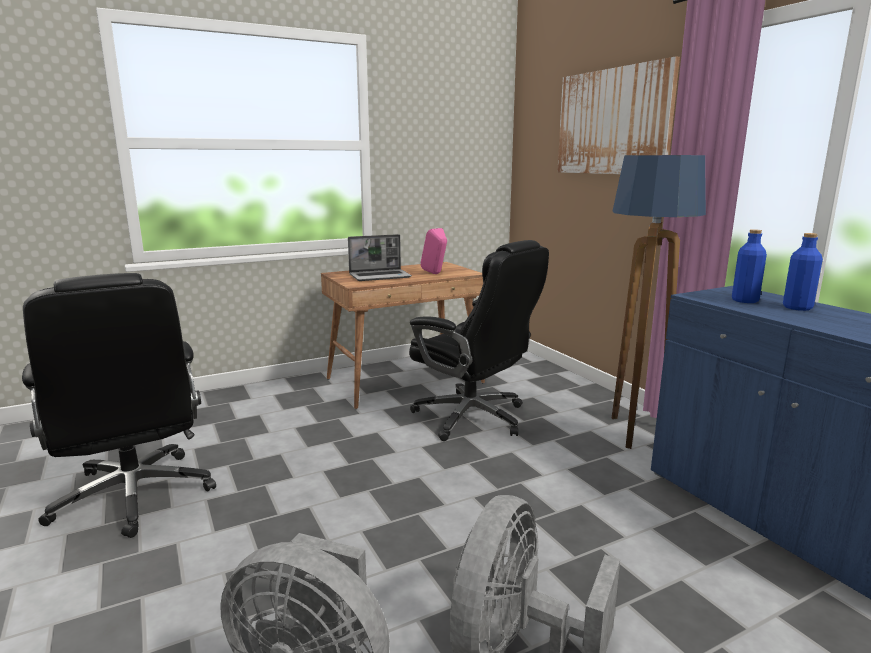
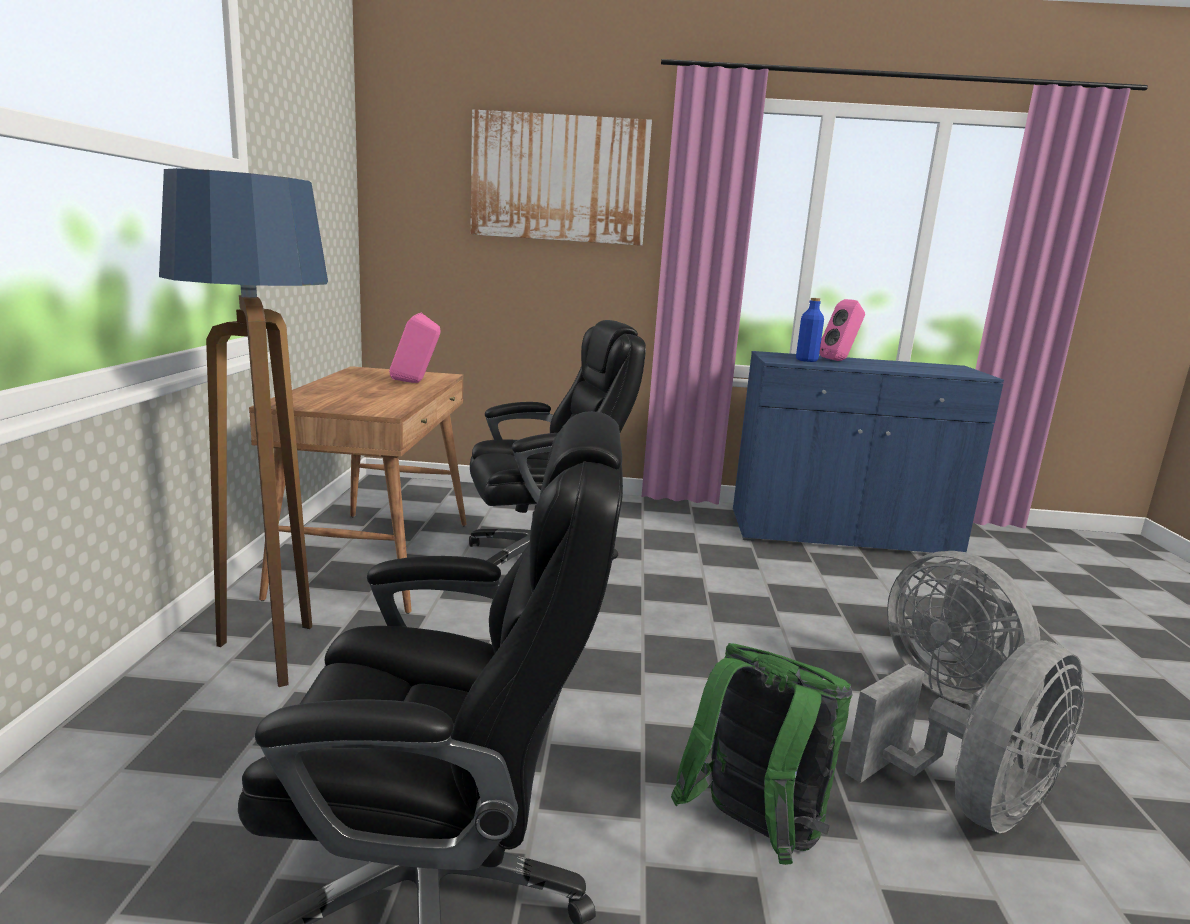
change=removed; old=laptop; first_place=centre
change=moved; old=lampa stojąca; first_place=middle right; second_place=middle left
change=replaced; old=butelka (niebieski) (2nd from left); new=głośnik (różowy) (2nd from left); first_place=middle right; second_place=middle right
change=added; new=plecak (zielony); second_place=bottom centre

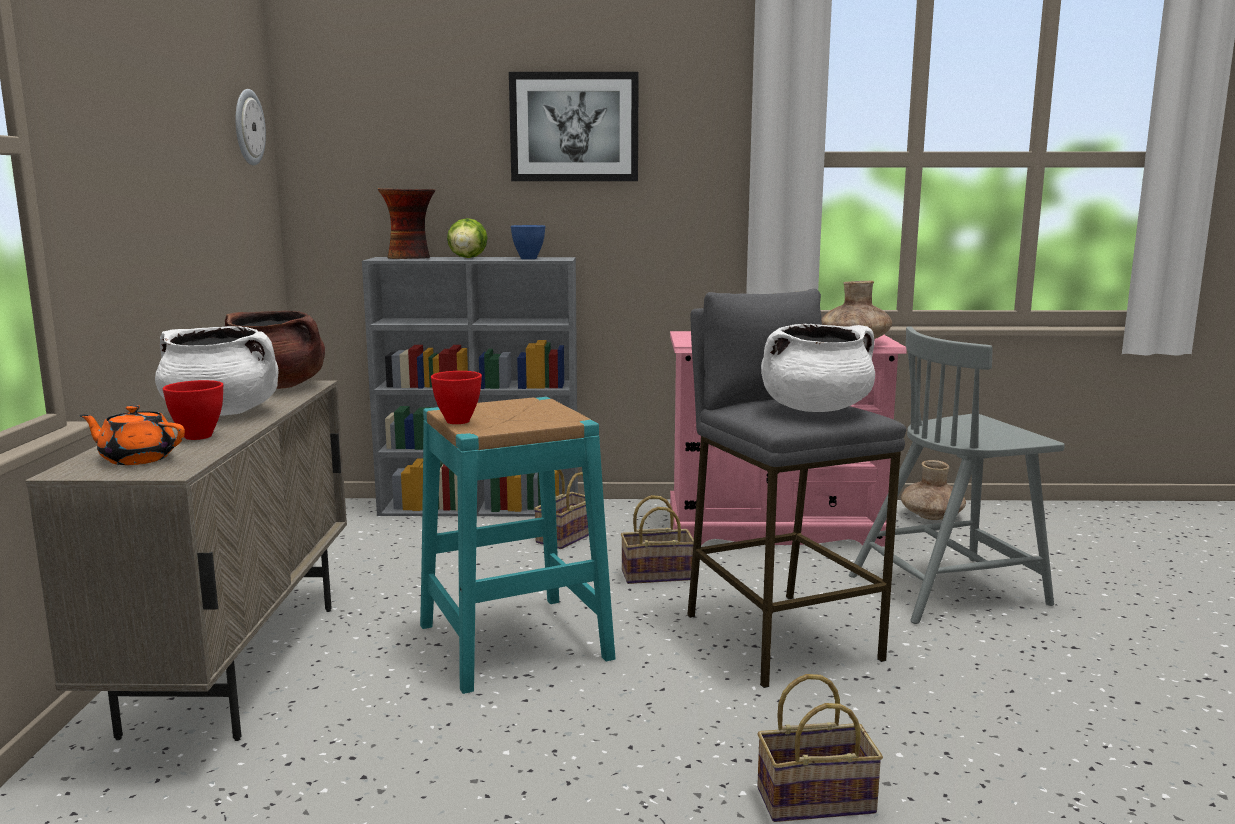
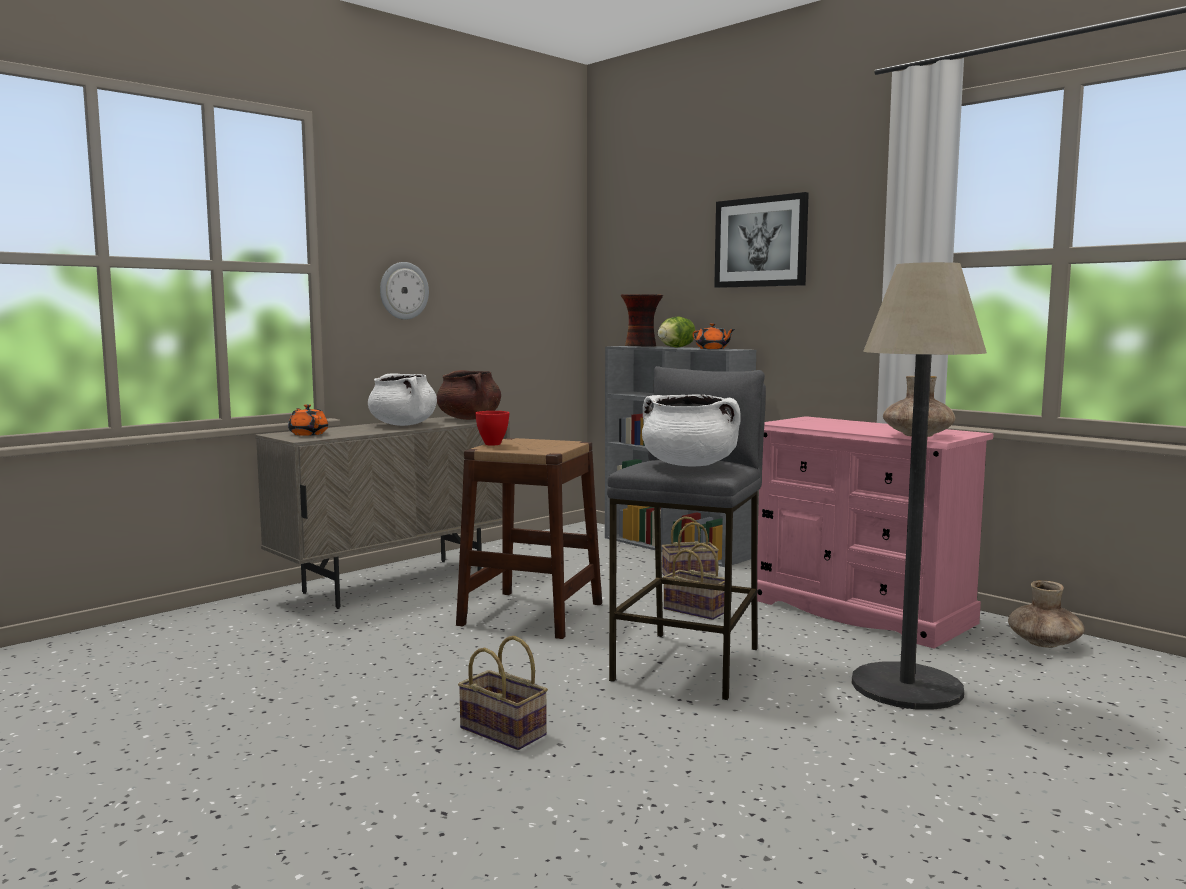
change=removed; old=miska (czerwony) (1st from left); first_place=middle left
change=moved; old=zegar ścienny; first_place=top left; second_place=top centre
change=recoloured; old=stołek (turkusowy); new=stołek (brązowy); first_place=centre; second_place=centre
change=replaced; old=miska (niebieski); new=imbryk (pomarańczowy) (2nd from left); first_place=top centre; second_place=centre
change=replaced; old=krzesło (szary); new=lampa stojąca; first_place=middle right; second_place=middle right

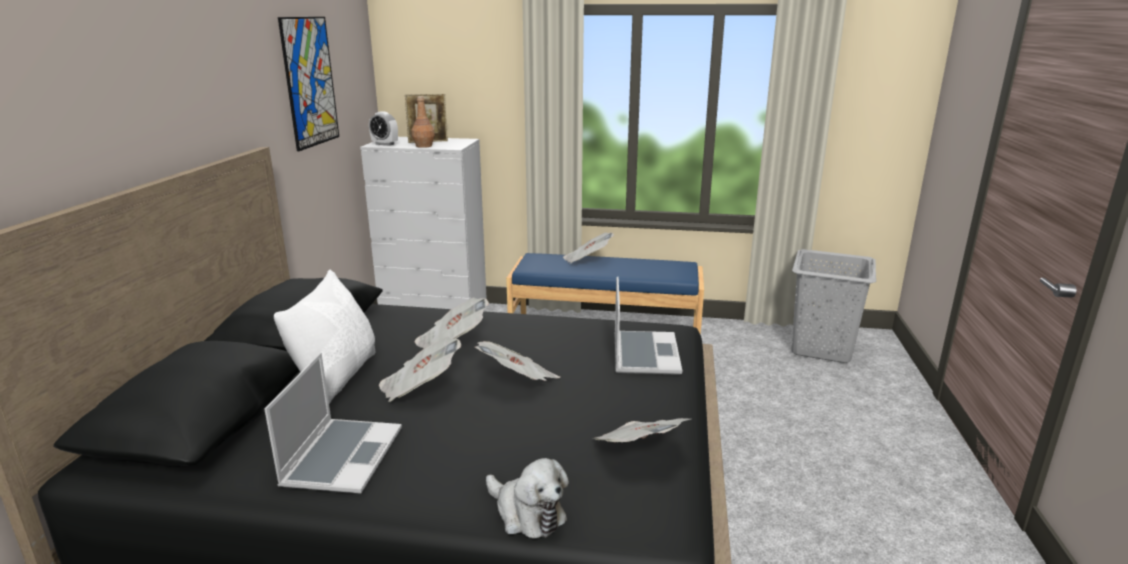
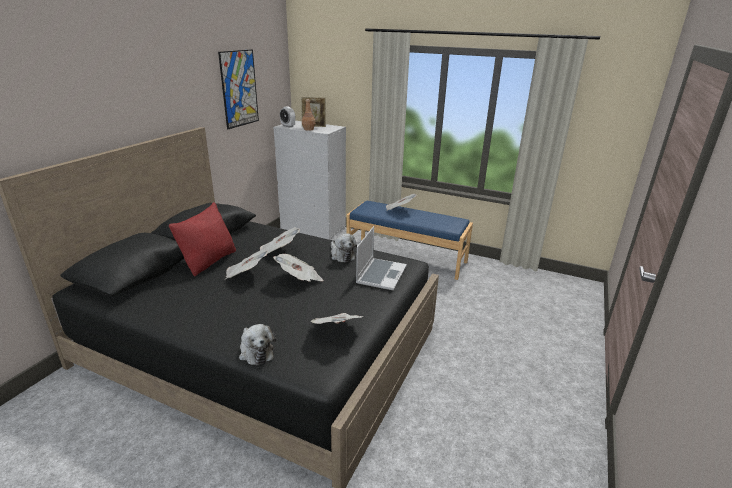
change=removed; old=laptop (1st from left); first_place=bottom left
change=recoloured; old=poduszka (biały); new=poduszka (czerwony); first_place=middle left; second_place=middle left
change=removed; old=kosz na pranie (szary); first_place=middle right
change=added; new=pluszak (2nd from left); second_place=centre

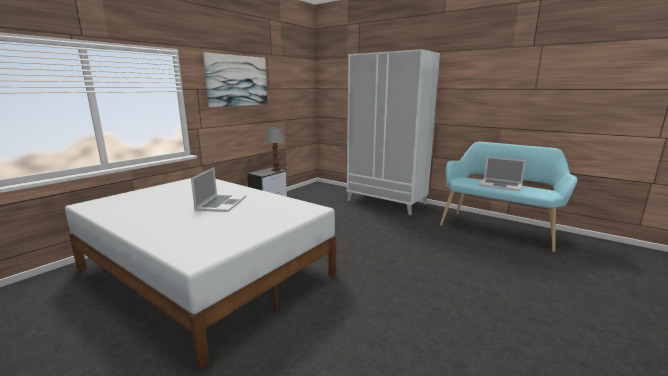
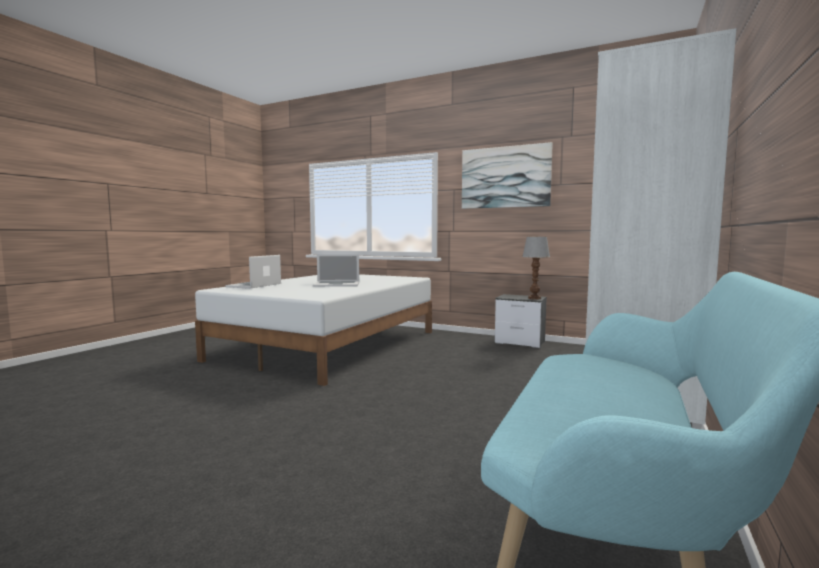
change=moved; old=laptop (2nd from left in the first image); new=laptop (1st from left); first_place=middle right; second_place=middle left

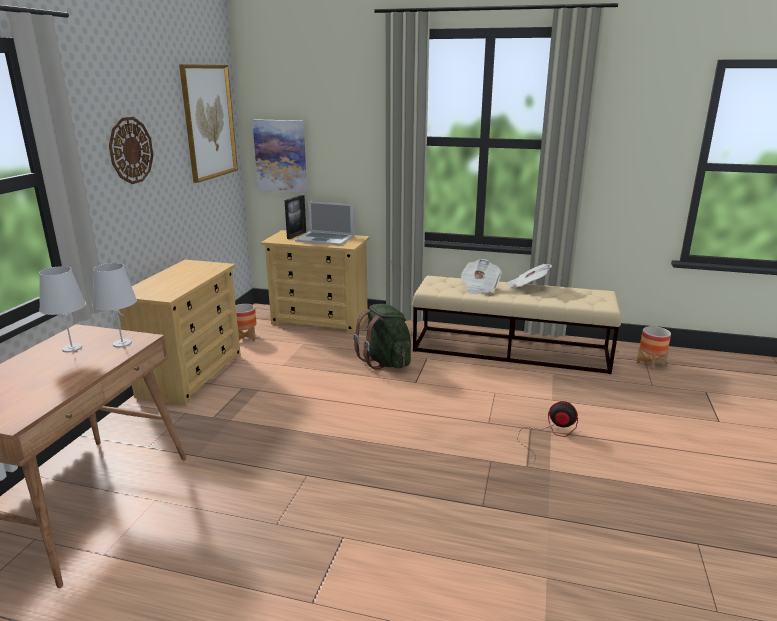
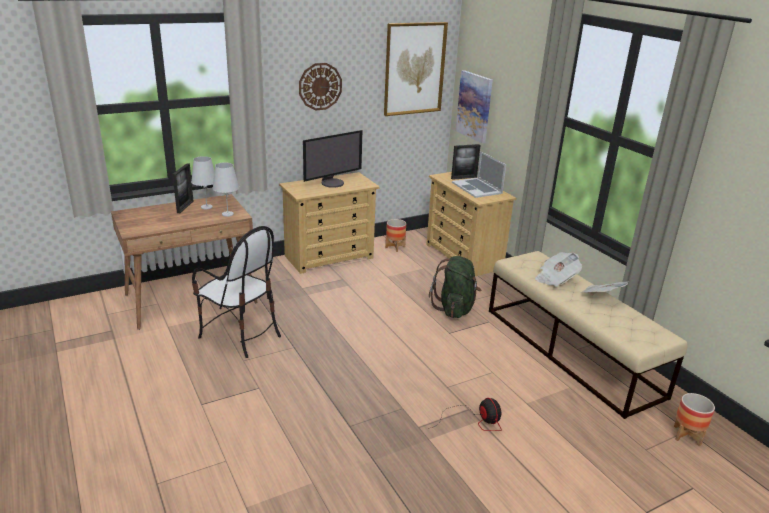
change=added; new=ramka na zdjęcie (1st from left); second_place=middle left
change=added; new=krzesło; second_place=middle left
change=added; new=monitor; second_place=top centre

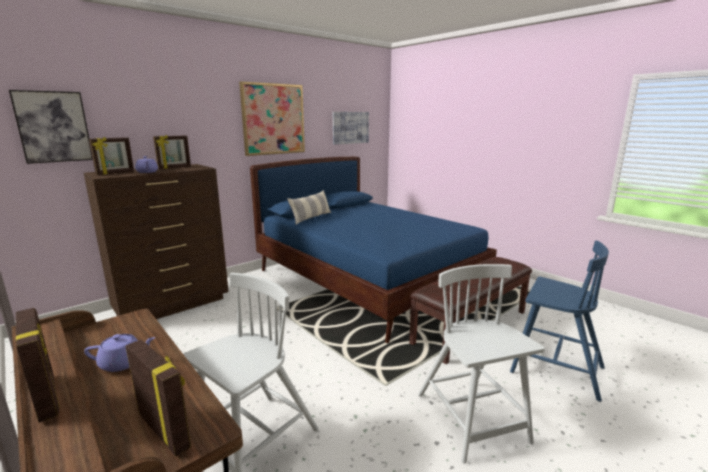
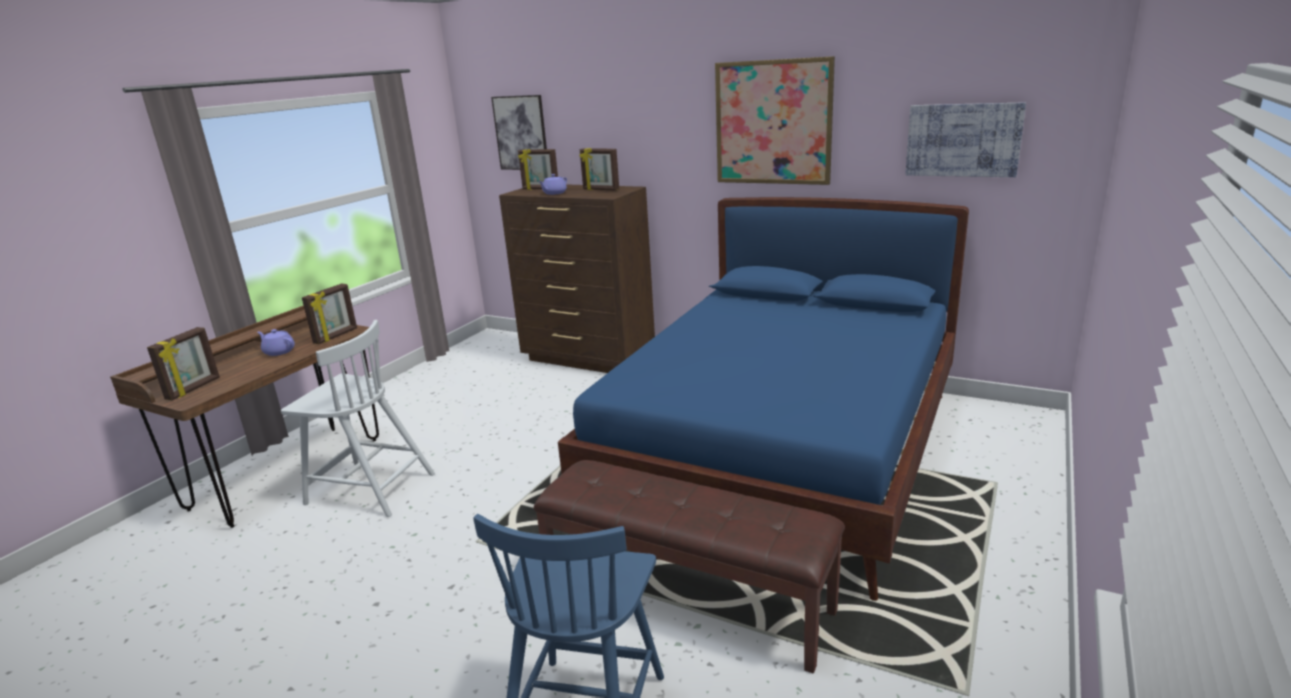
change=moved; old=ramka na zdjęcie (1st from left in the first image); new=ramka na zdjęcie (2nd from left); first_place=bottom left; second_place=middle left
change=turned; old=imbryk (fioletowy) (1st from left); first_place=bottom left; second_place=middle left; degrees=150
change=removed; old=poduszka; first_place=centre
change=removed; old=krzesło (biały) (2nd from left); first_place=bottom right

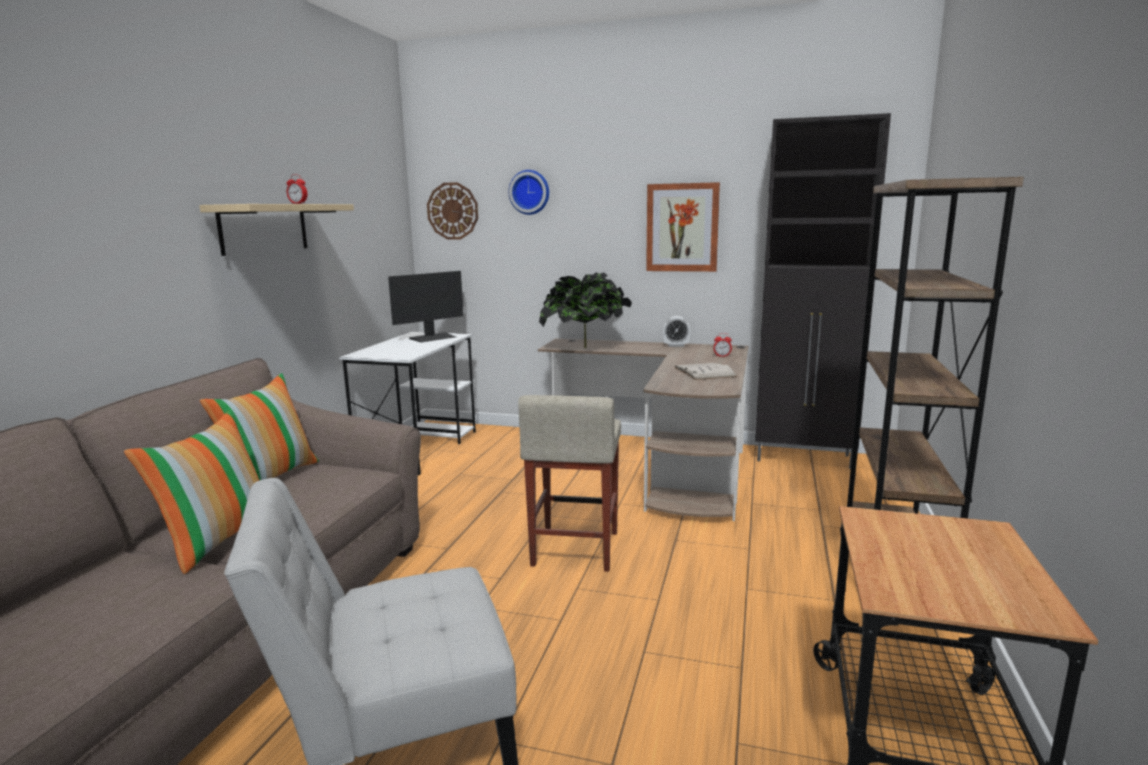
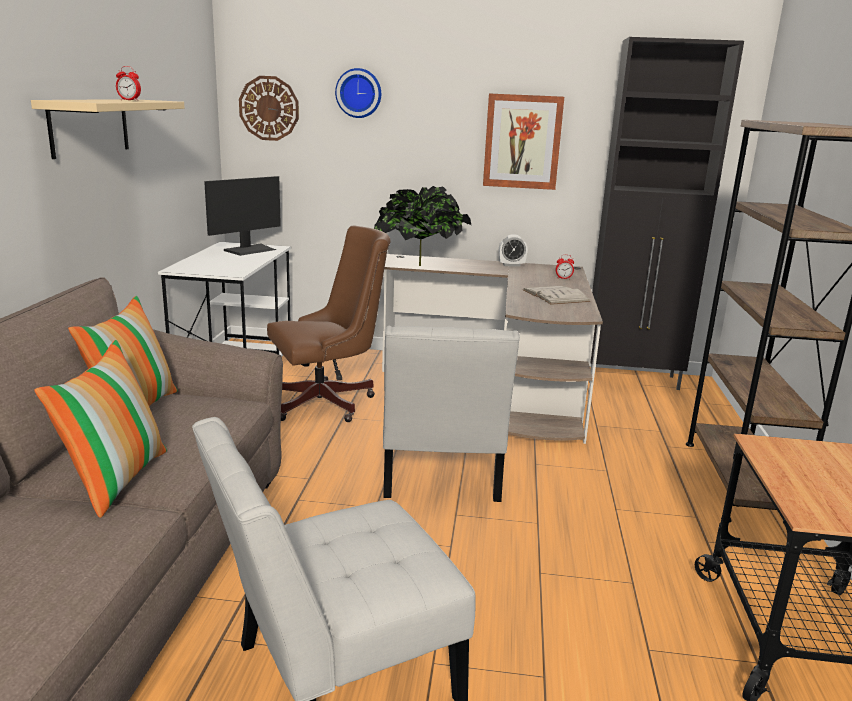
change=replaced; old=stołek (beżowy); new=krzesło (biały) (2nd from left); first_place=centre; second_place=centre
change=added; new=krzesło biurowe (brązowy); second_place=centre

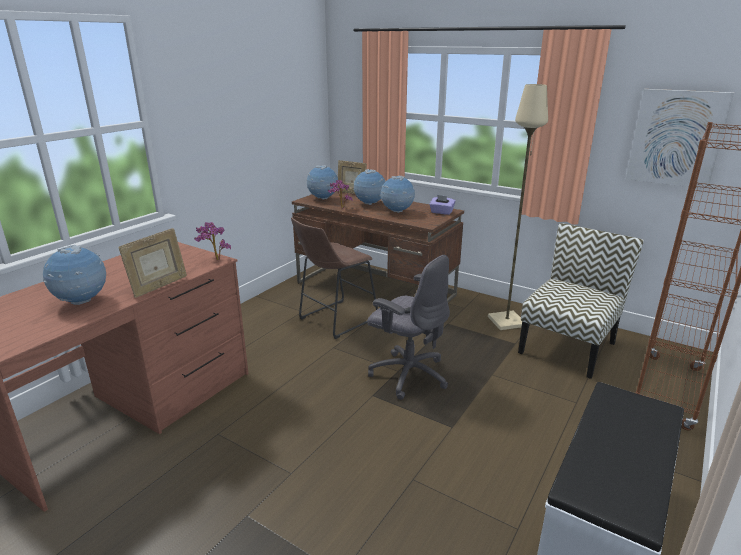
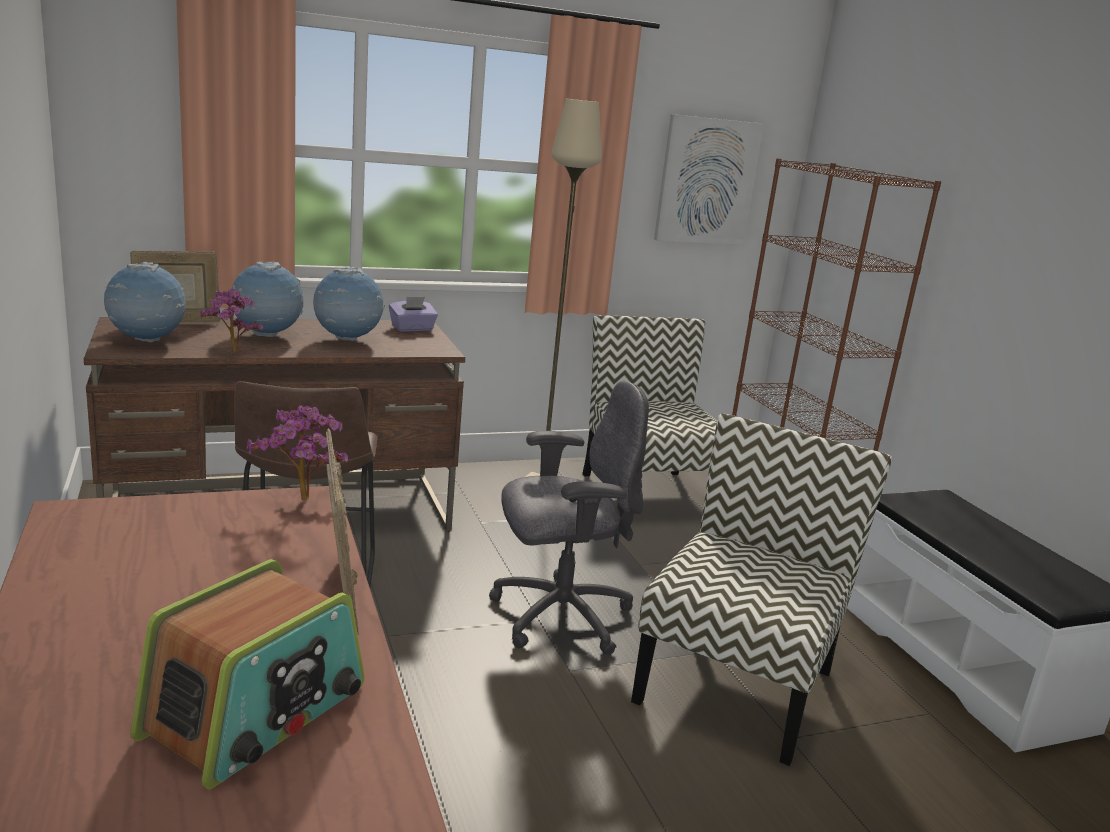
change=replaced; old=globus (1st from left); new=radio; first_place=middle left; second_place=bottom left
change=added; new=krzesło (2nd from left); second_place=bottom right

